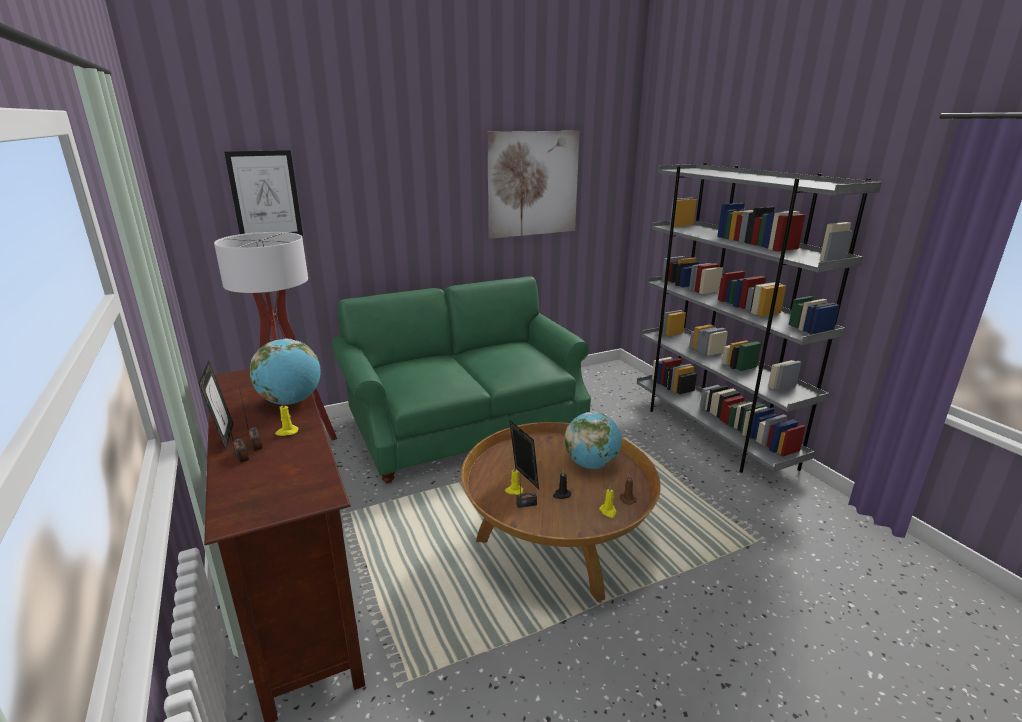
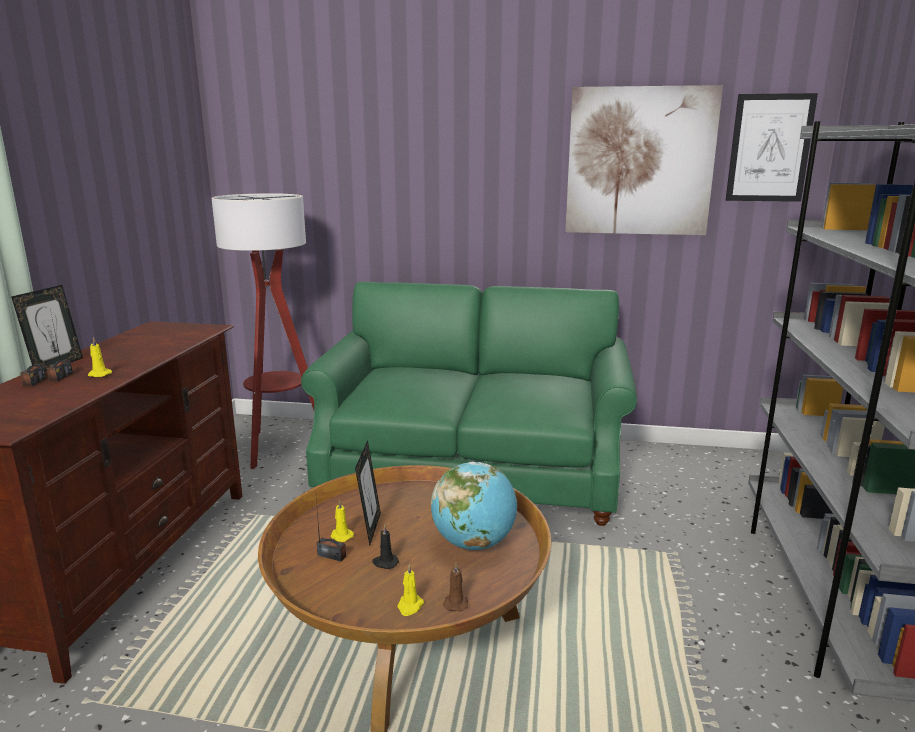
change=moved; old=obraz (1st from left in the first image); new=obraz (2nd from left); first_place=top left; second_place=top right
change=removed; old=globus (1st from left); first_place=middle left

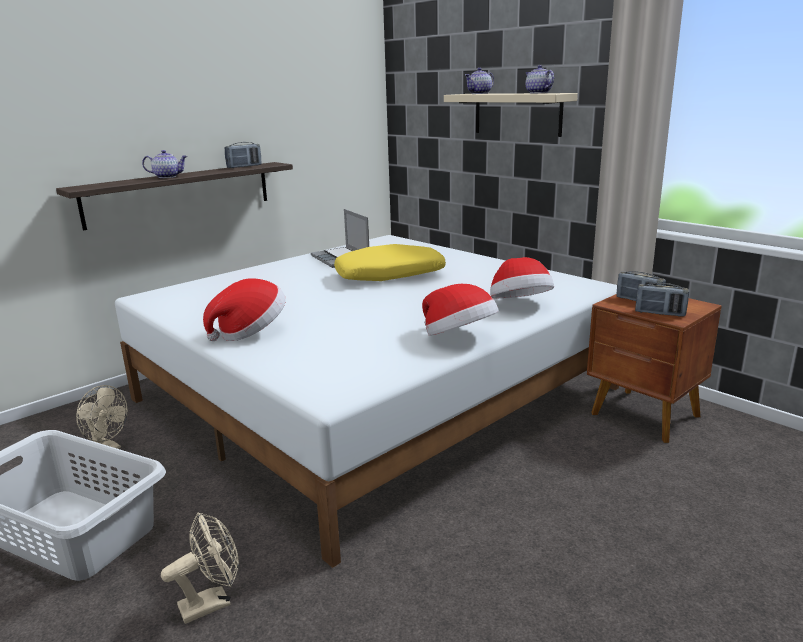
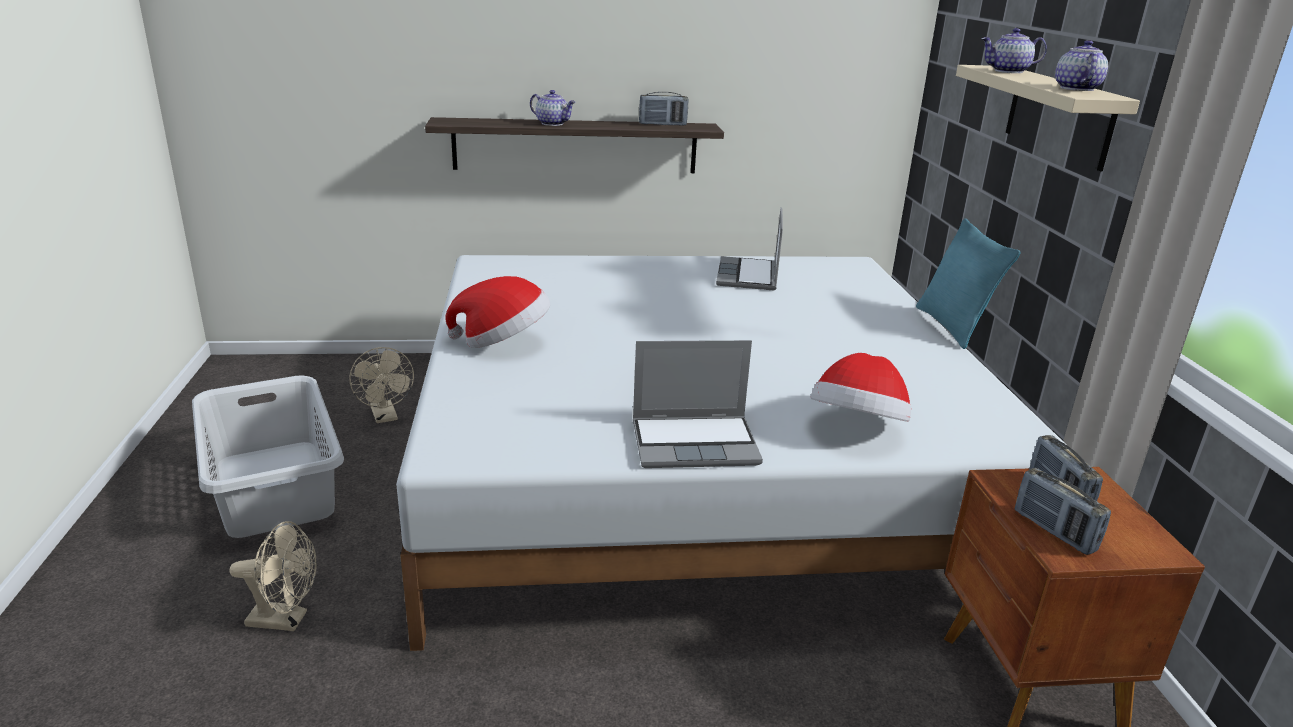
change=removed; old=poduszka (żółty); first_place=centre
change=replaced; old=kapelusz (2nd from left); new=laptop (1st from left); first_place=centre; second_place=centre
change=added; new=poduszka (turkusowy); second_place=middle right

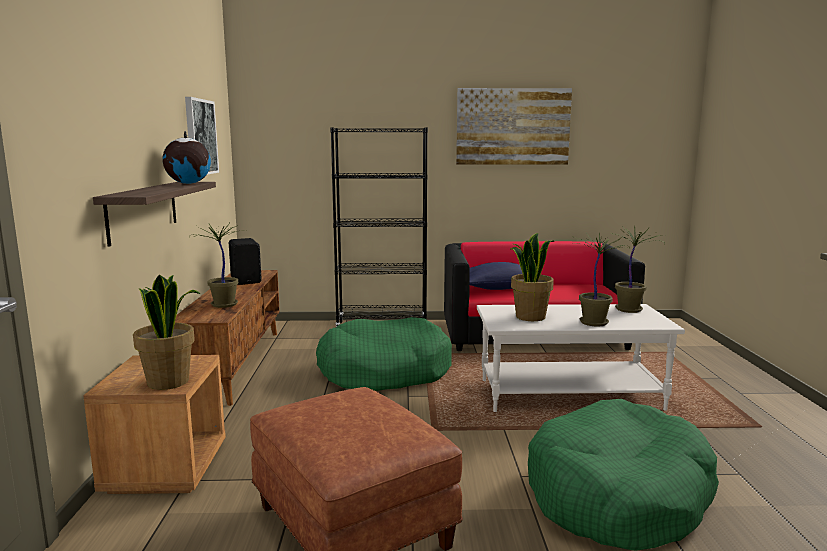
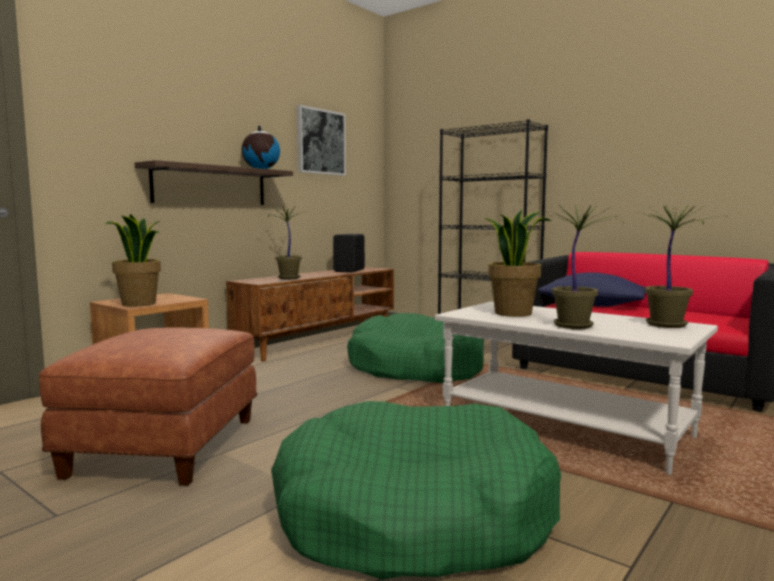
change=removed; old=obraz (2nd from left); first_place=top centre

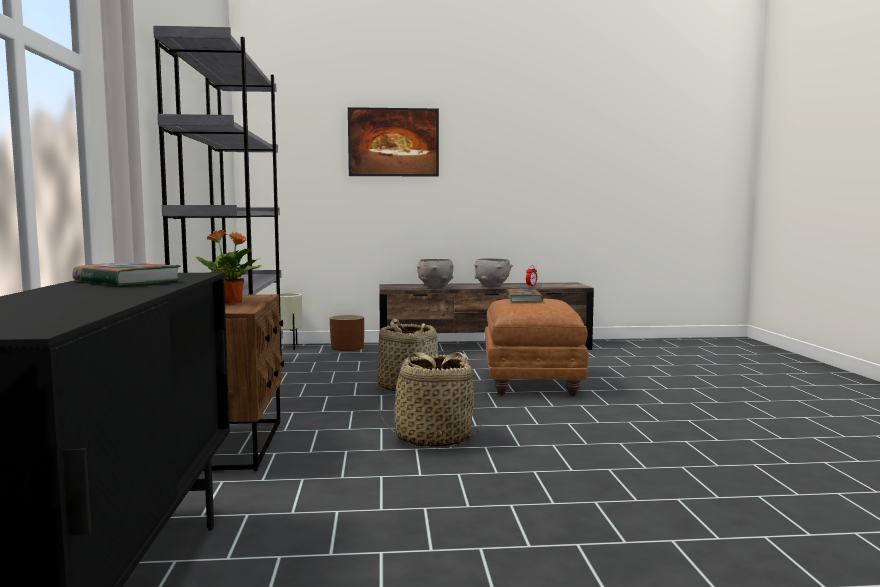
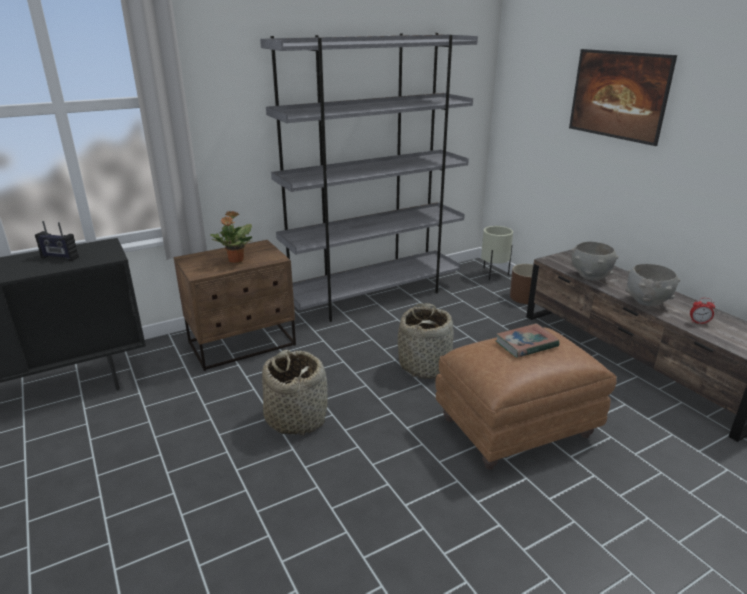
change=replaced; old=książka (1st from left); new=radio; first_place=middle left; second_place=middle left

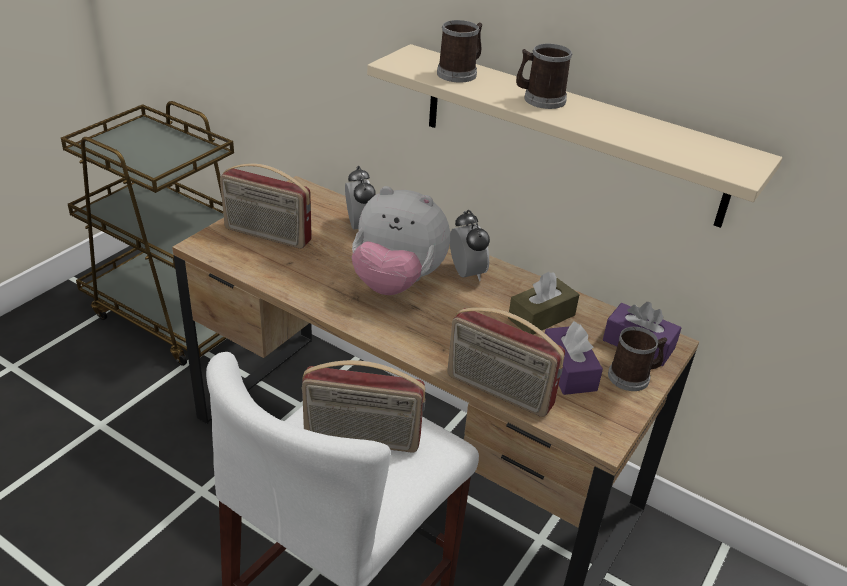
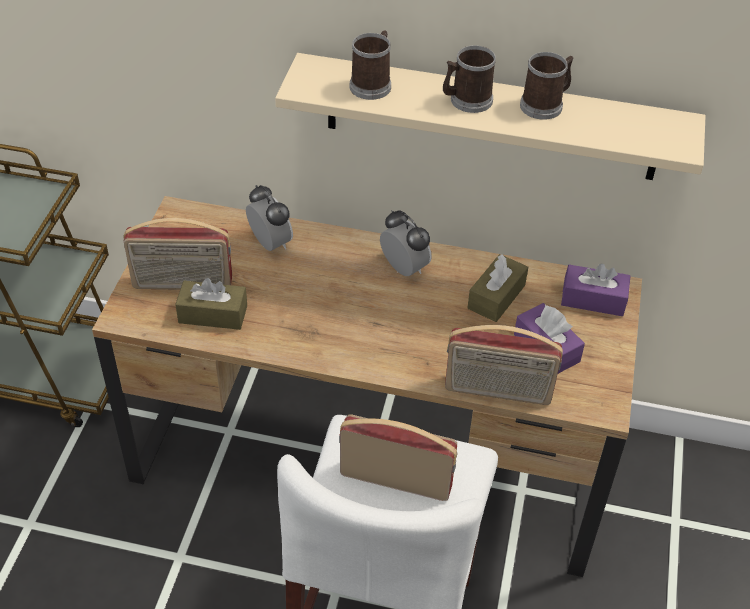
change=turned; old=radio (2nd from left); first_place=bottom centre; second_place=bottom centre; degrees=-150
change=removed; old=pluszak; first_place=centre
change=moved; old=kubek (3rd from left); first_place=middle right; second_place=top right
change=added; new=pudełko chusteczek (brązowy) (1st from left); second_place=middle left

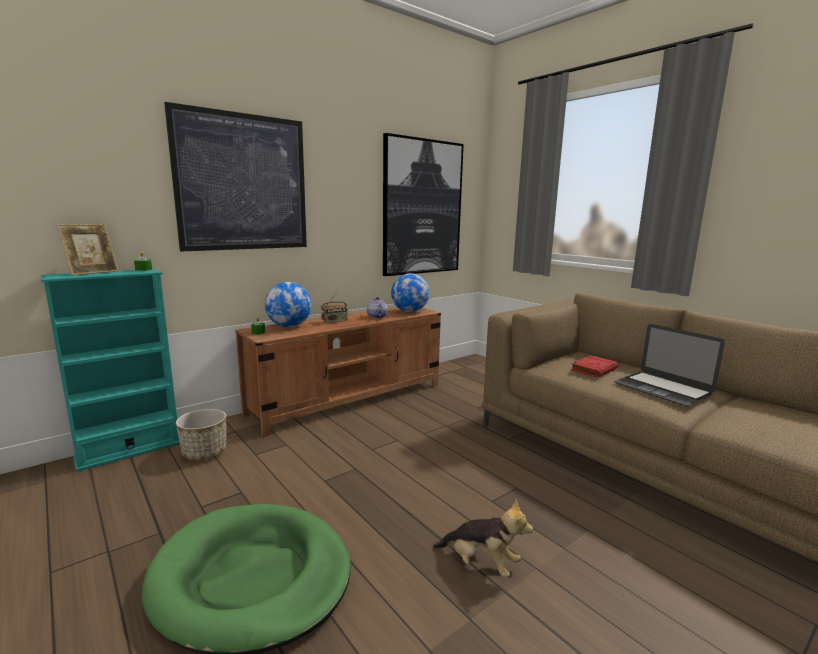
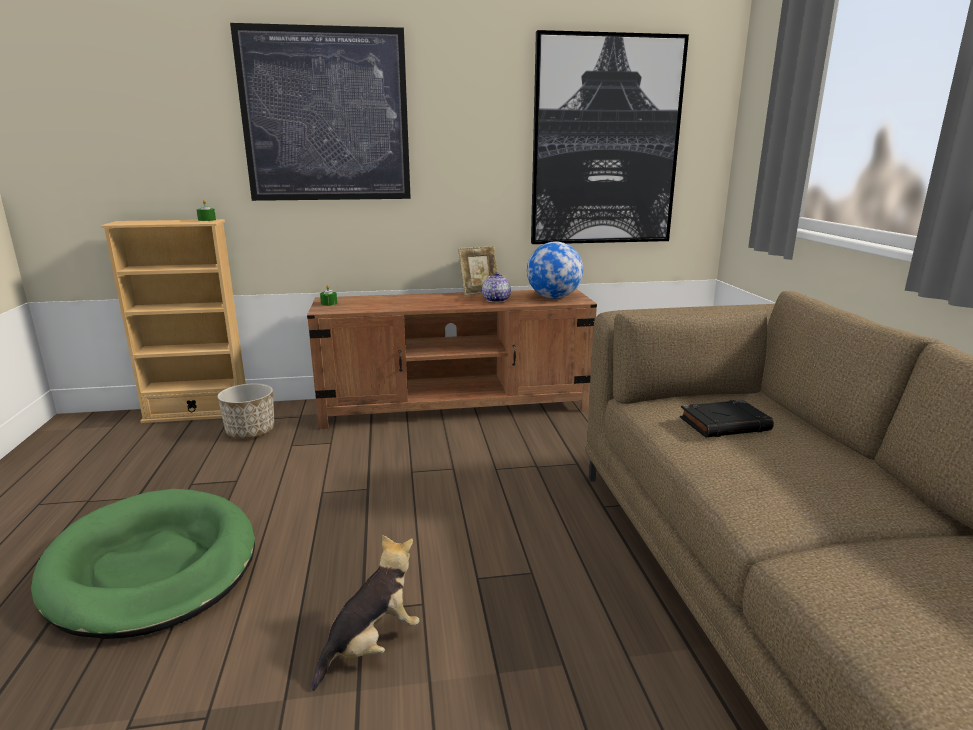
change=recoloured; old=regał (turkusowy); new=regał (beżowy); first_place=middle left; second_place=middle left
change=moved; old=ramka na zdjęcie; first_place=middle left; second_place=centre
change=removed; old=globus (1st from left); first_place=centre
change=removed; old=radio; first_place=centre
change=turned; old=pluszak; first_place=bottom centre; second_place=bottom centre; degrees=-105
change=recoloured; old=książka (czerwony); new=książka (czarny); first_place=middle right; second_place=middle right
change=removed; old=laptop; first_place=middle right

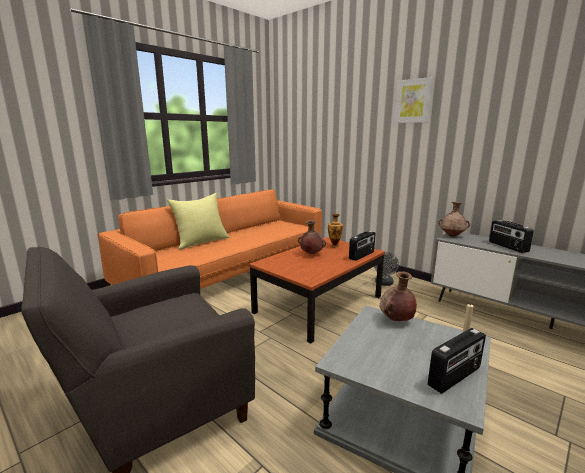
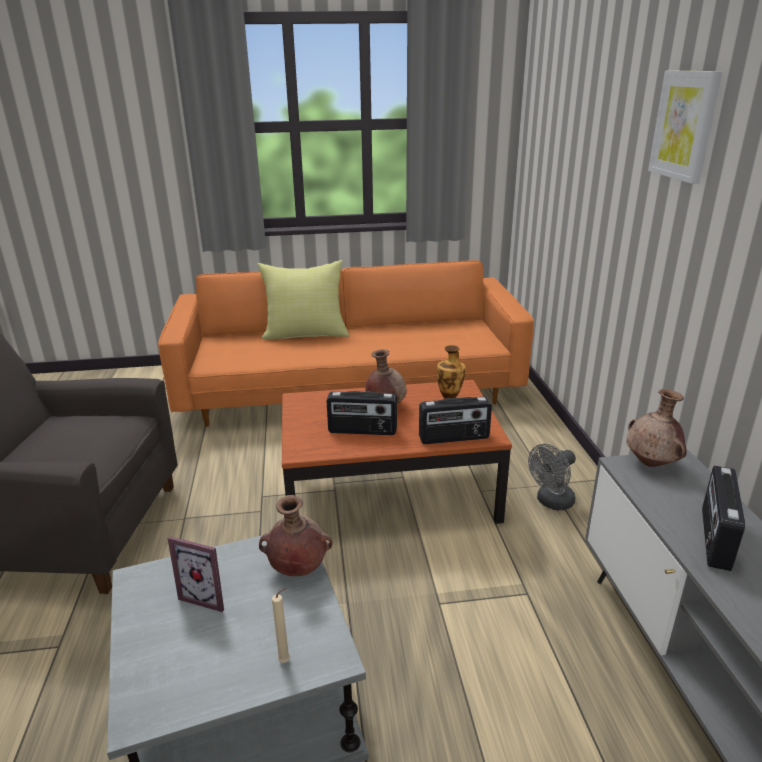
change=moved; old=radio (2nd from left in the first image); new=radio (1st from left); first_place=bottom right; second_place=centre
change=added; new=ramka na zdjęcie; second_place=bottom left

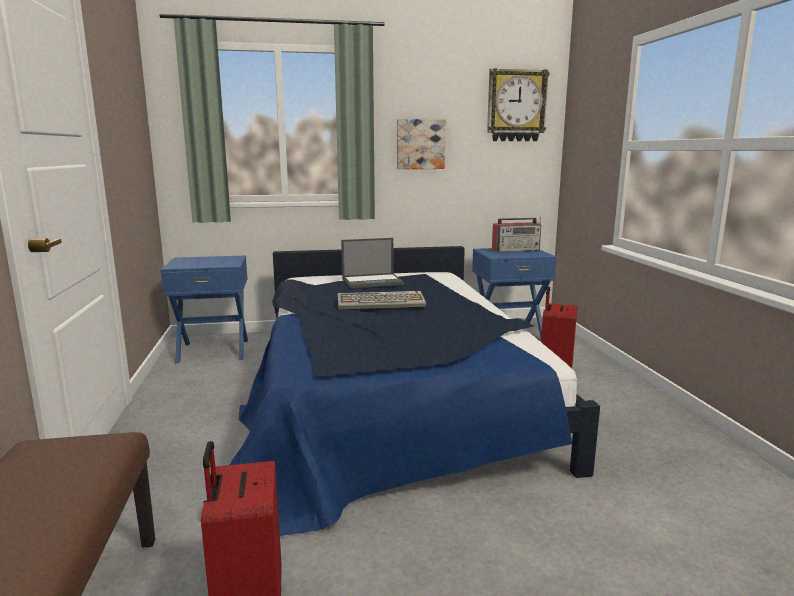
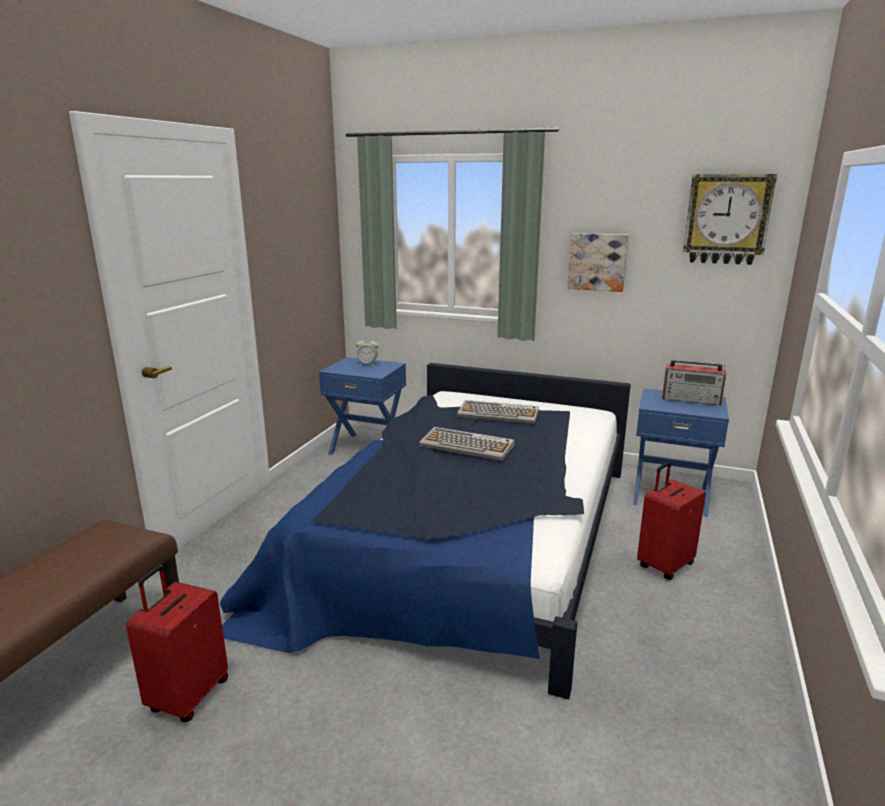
change=replaced; old=laptop; new=klawiatura (2nd from left); first_place=centre; second_place=centre
change=added; new=budzik; second_place=centre

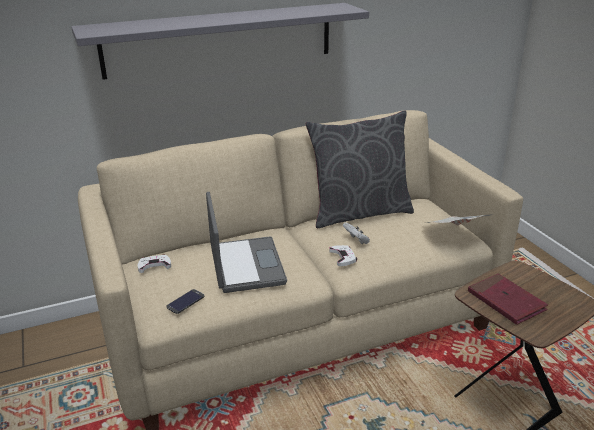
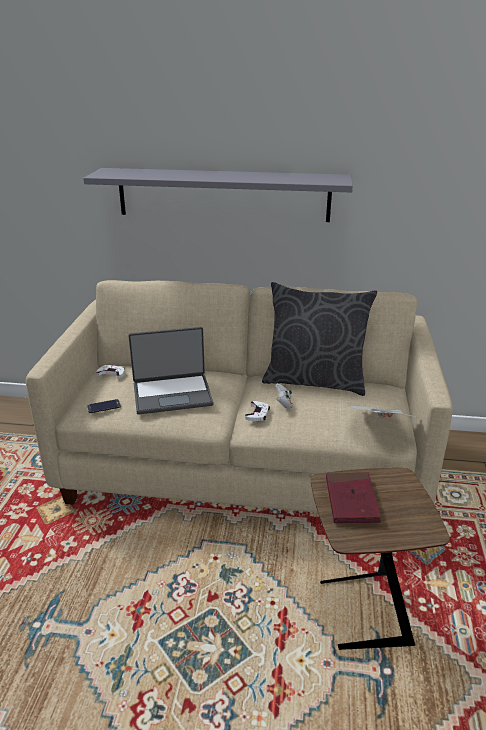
change=turned; old=laptop; first_place=centre; second_place=centre; degrees=60

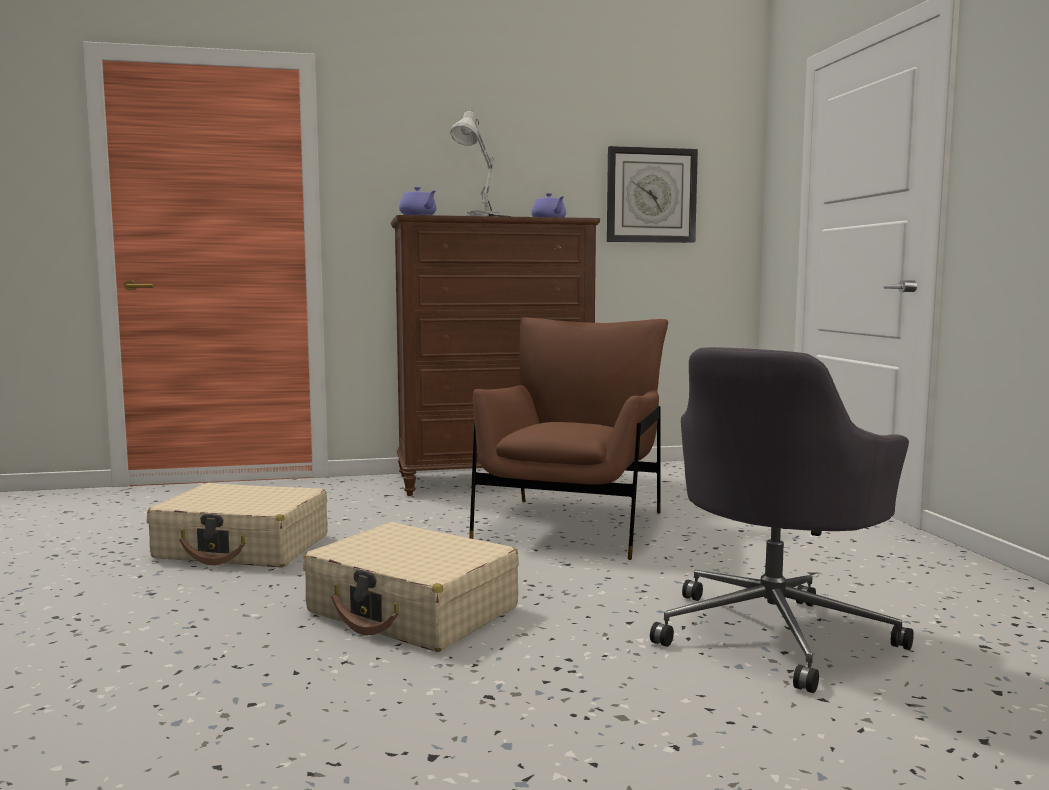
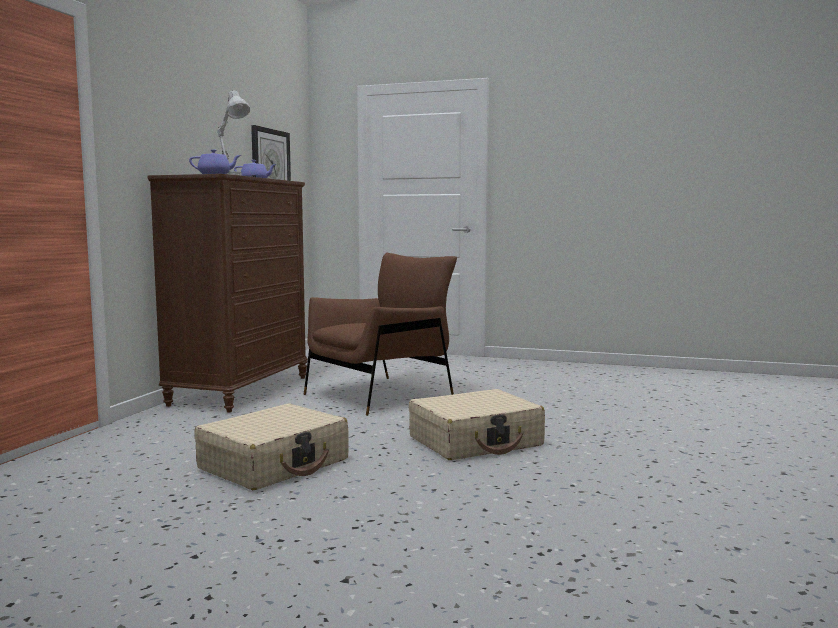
change=turned; old=fotel (brązowy); first_place=centre; second_place=centre; degrees=90
change=removed; old=krzesło biurowe (szary); first_place=middle right

